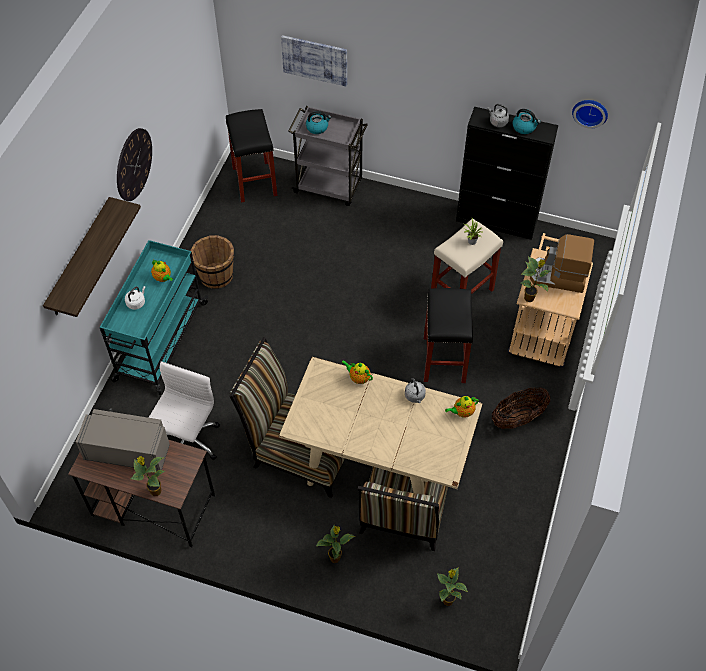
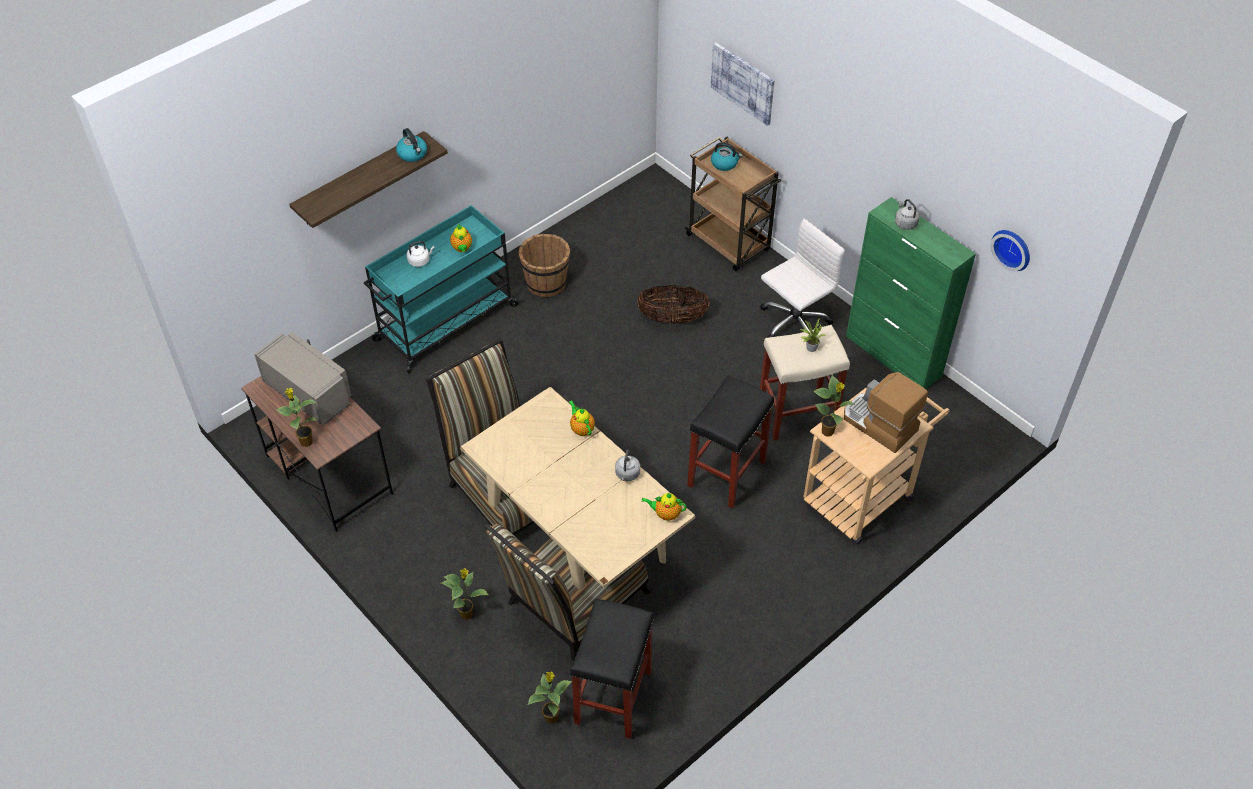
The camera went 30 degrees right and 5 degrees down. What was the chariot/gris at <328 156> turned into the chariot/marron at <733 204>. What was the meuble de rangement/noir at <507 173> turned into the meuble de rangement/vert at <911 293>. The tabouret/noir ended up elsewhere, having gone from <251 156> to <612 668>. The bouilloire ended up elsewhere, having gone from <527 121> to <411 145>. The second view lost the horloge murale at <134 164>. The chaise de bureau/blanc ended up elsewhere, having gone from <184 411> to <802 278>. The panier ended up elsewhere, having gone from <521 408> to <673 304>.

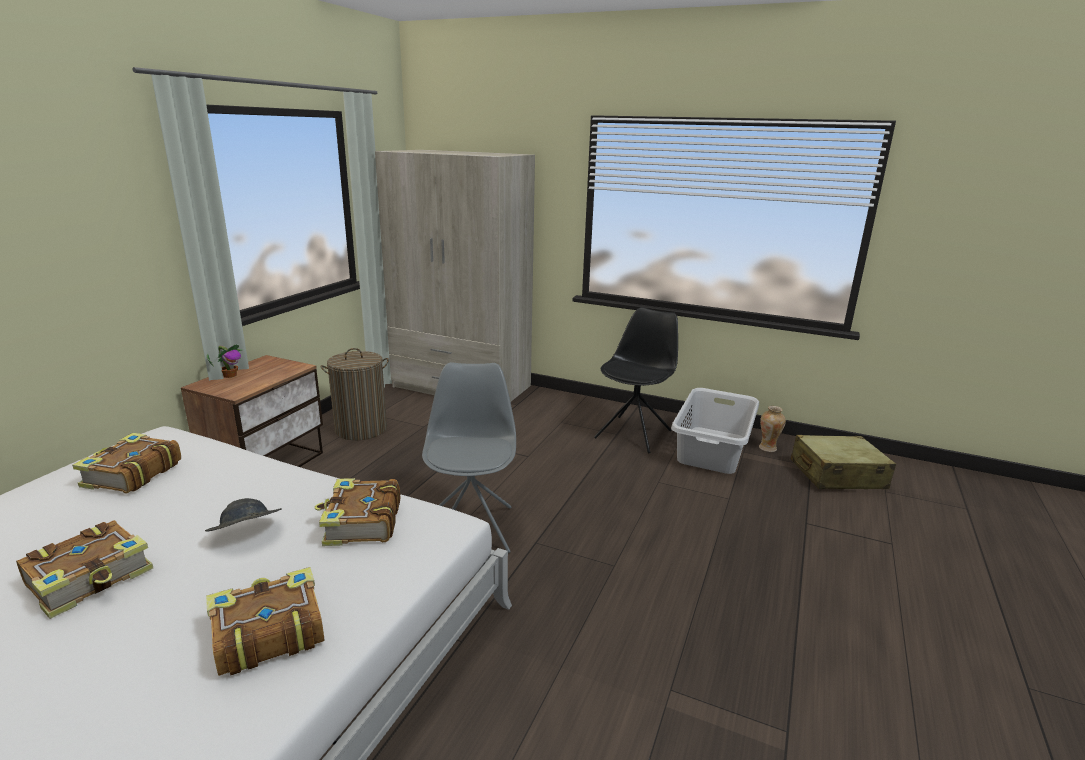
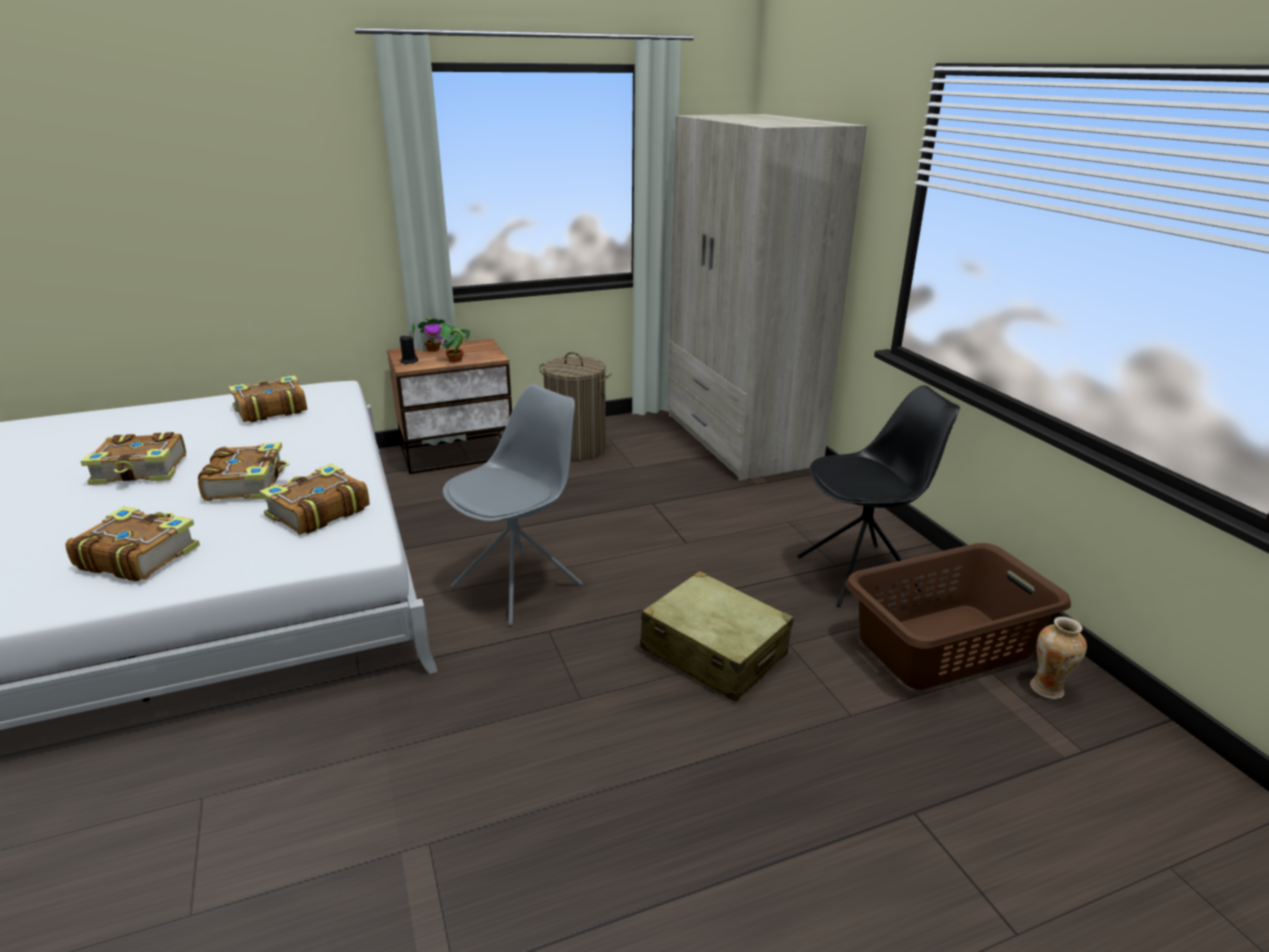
The camera went 45 degrees right and 5 degrees up. What was the panier à linge/gris at <715 431> turned into the panier à linge/marron at <958 616>. The valise/beige ended up elsewhere, having gone from <843 462> to <716 636>. Where the chapeau/gris stood at <243 515>, the livre came to stand at <243 471>. The second view gained the plante en pot at <454 342>. The second view gained the bougie/noir at <409 350>.

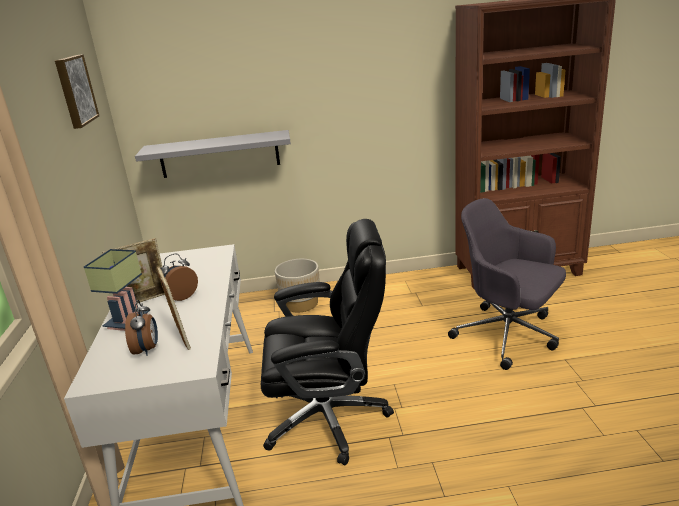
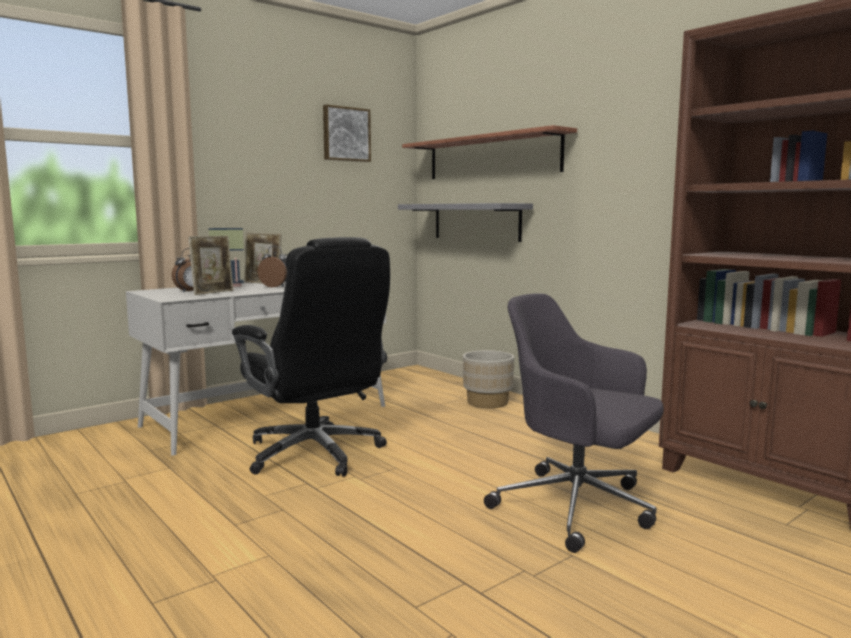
The camera went 55 degrees right and 15 degrees down. The chaise de bureau/gris at <507 284> ended up facing another way, 60 degrees counterclockwise from before. The second view gained the étagère at <489 152>.

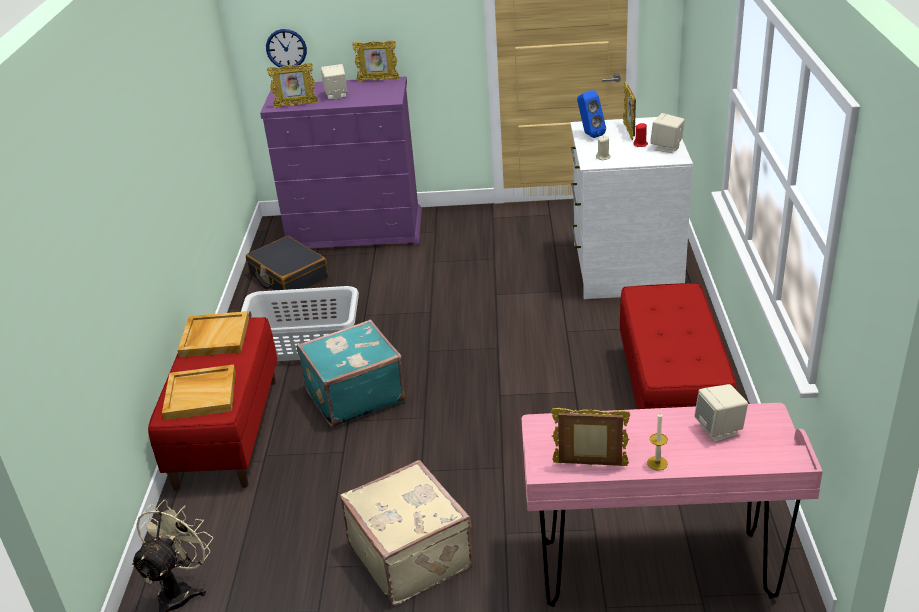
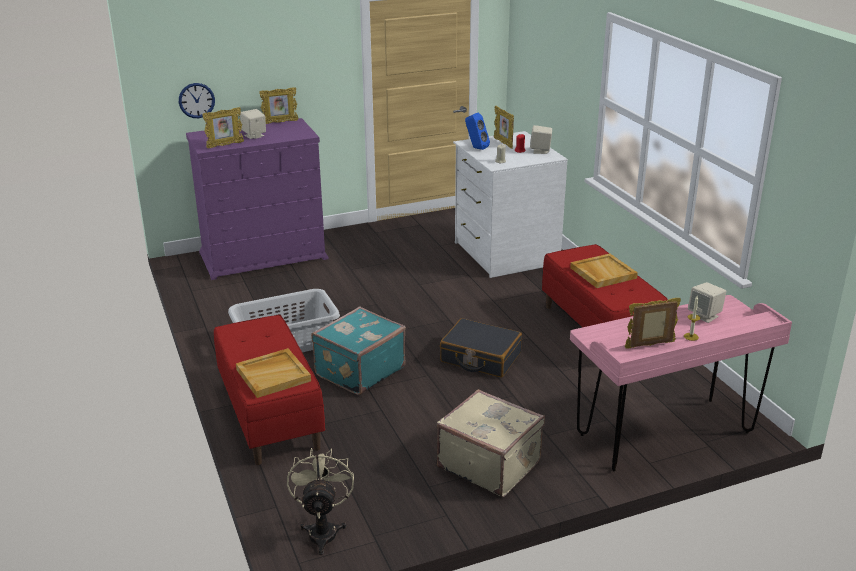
The camera went 25 degrees left and 5 degrees down. The valise/noir ended up elsewhere, having gone from <287 263> to <481 348>. The plateau/beige ended up elsewhere, having gone from <213 334> to <604 270>.

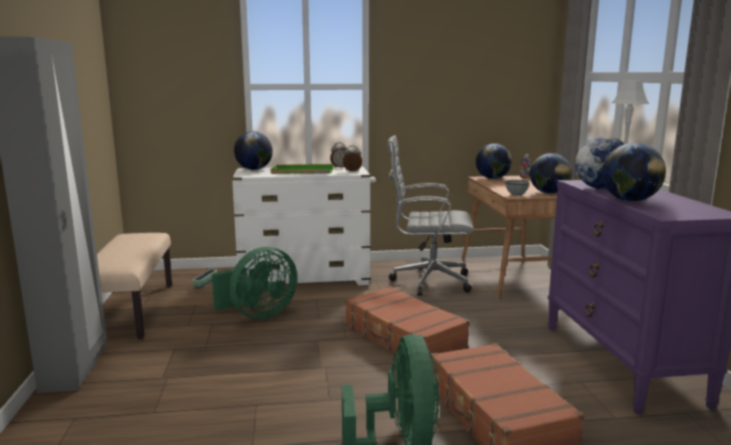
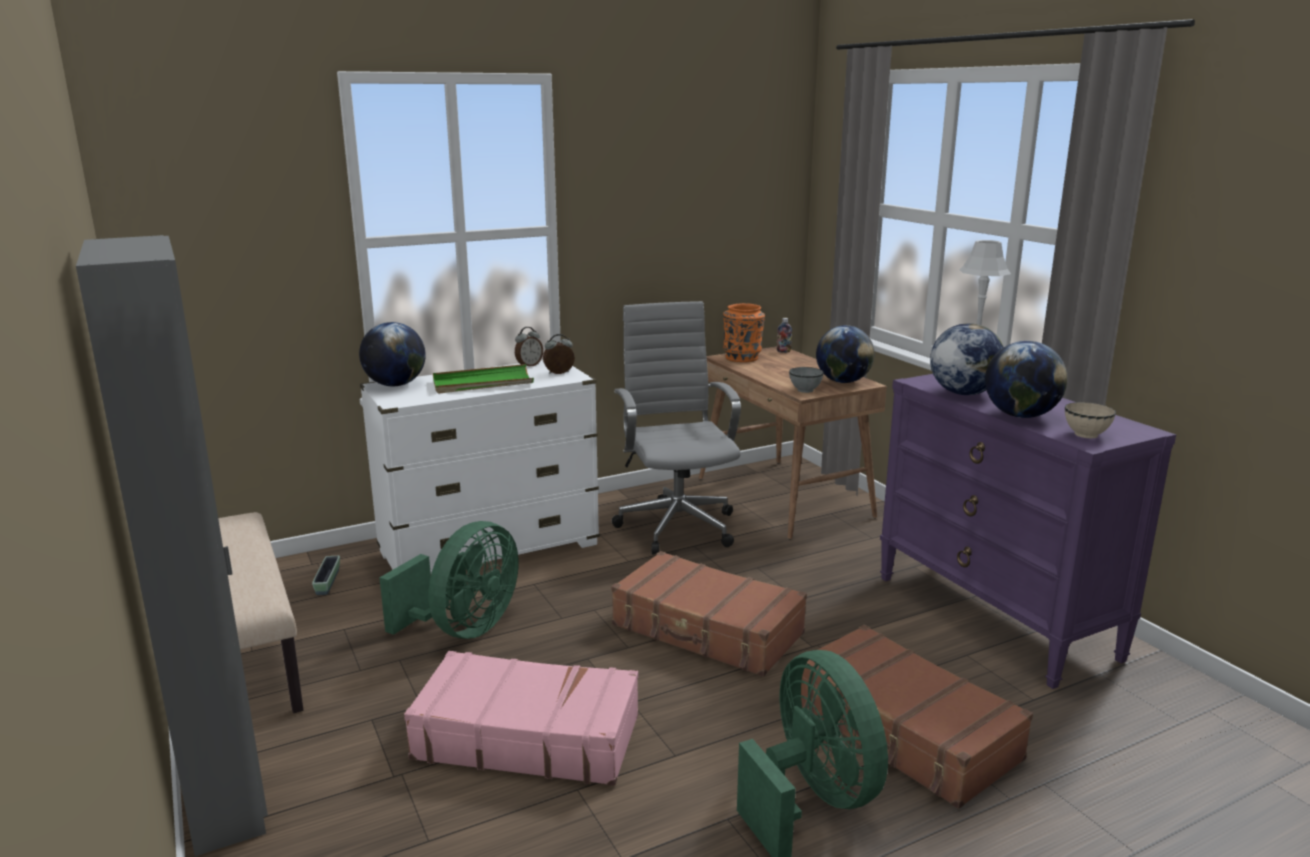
The camera went 20 degrees left and 5 degrees up. The chaise de bureau/gris at <430 215> ended up facing another way, 90 degrees clockwise from before. Where the globe stood at <494 161>, the vase/orange came to stand at <744 332>. The second view gained the bol/beige at <1090 420>. The second view gained the valise/rose at <521 718>.

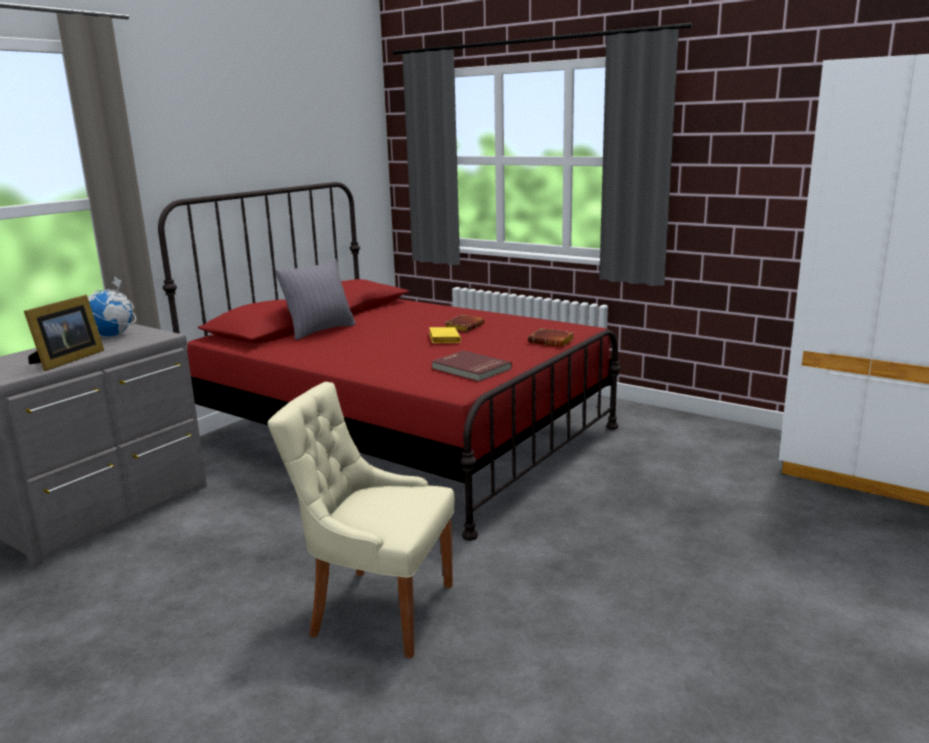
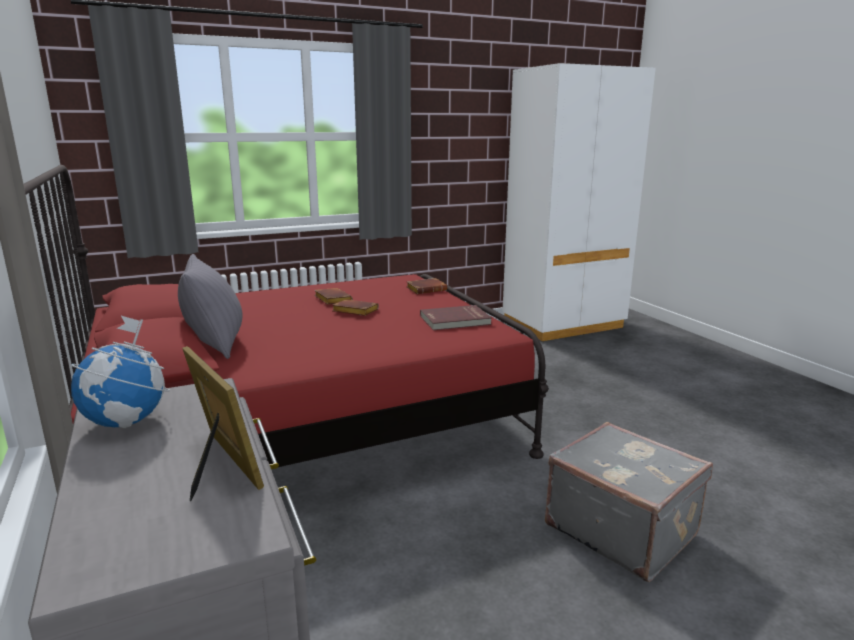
The camera went 60 degrees left and 0 degrees up. What was the livre/jaune at <445 335> turned into the livre/marron at <355 307>. Where the chaise/beige stood at <361 520>, the valise/gris came to stand at <629 502>.

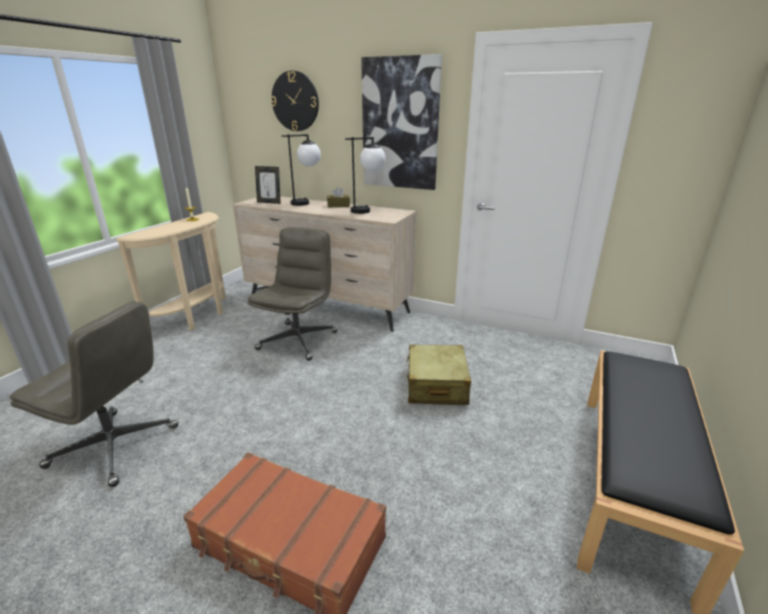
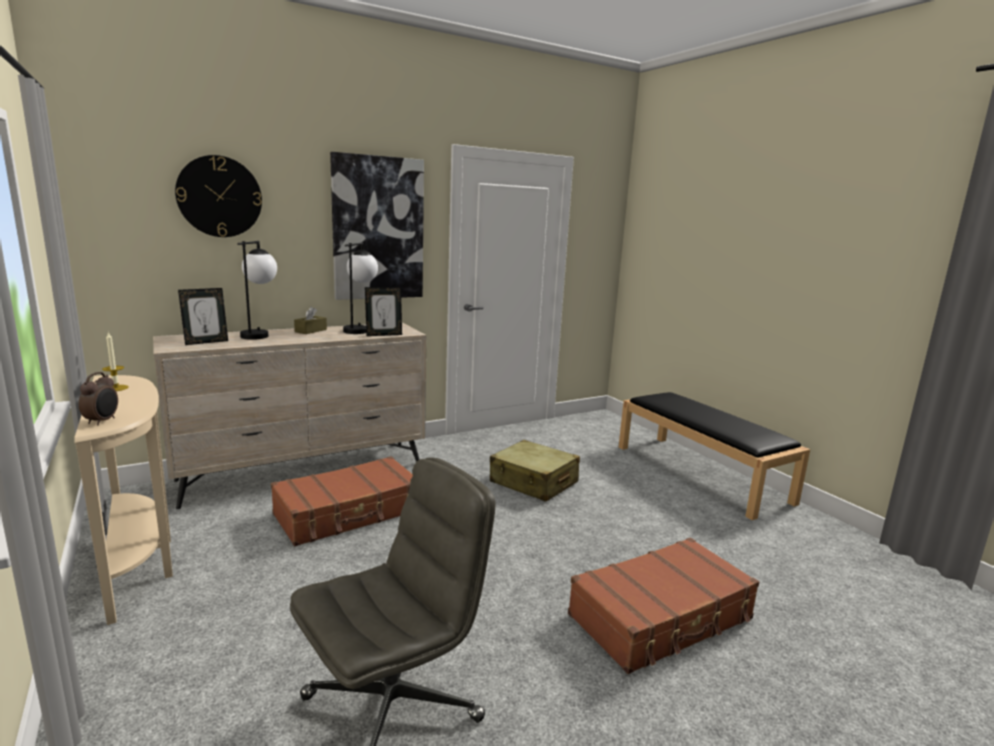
The camera went 55 degrees left and 10 degrees down. Where the chaise de bureau/gris stood at <293 294>, the valise/marron came to stand at <342 501>. The second view gained the cadre photo at <383 311>. The second view gained the réveil at <98 399>.

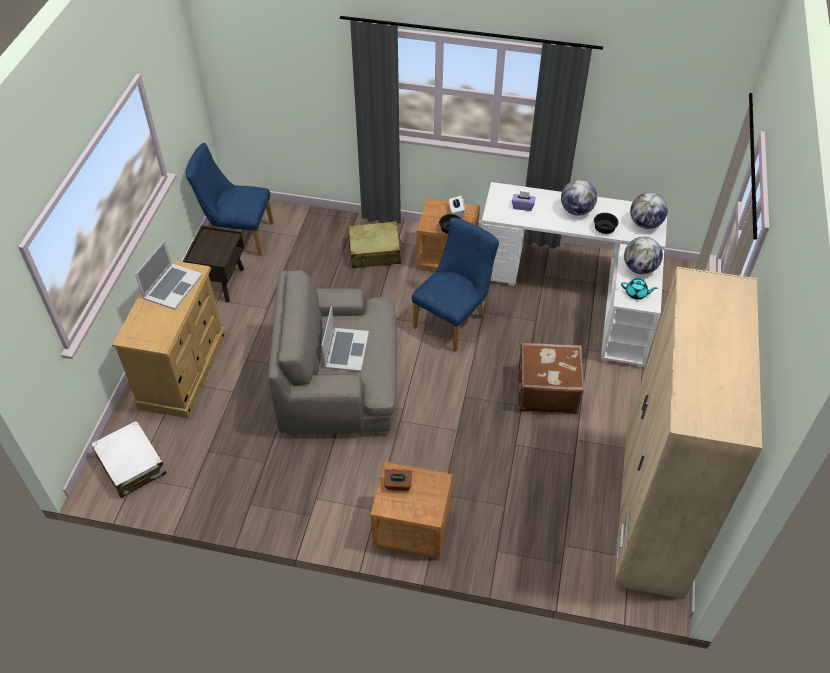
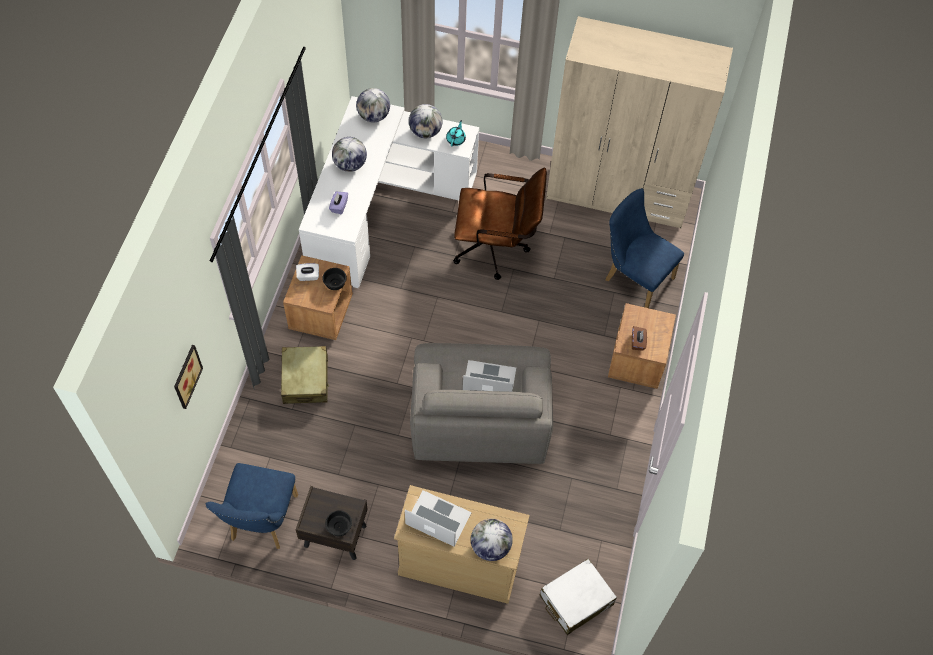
The camera went 90 degrees left and 10 degrees up. The bol/noir ended up elsewhere, having gone from <606 223> to <338 523>. The chaise/bleu ended up elsewhere, having gone from <455 285> to <644 248>. Where the valise/marron stood at <551 378>, the chaise de bureau/marron came to stand at <500 224>. The second view gained the tableau at <188 377>. The second view gained the globe at <492 539>.

